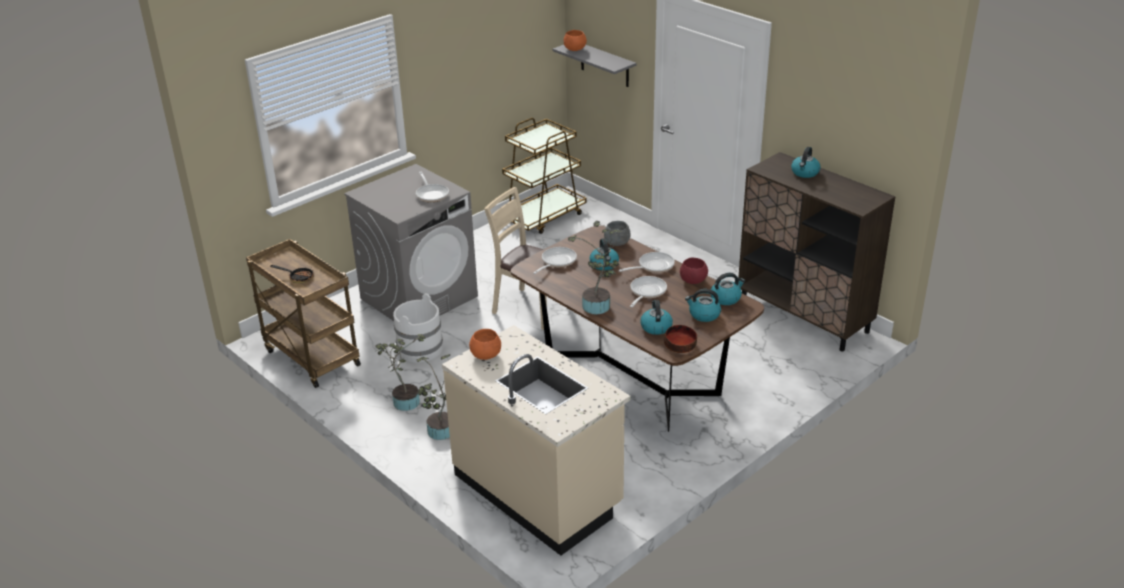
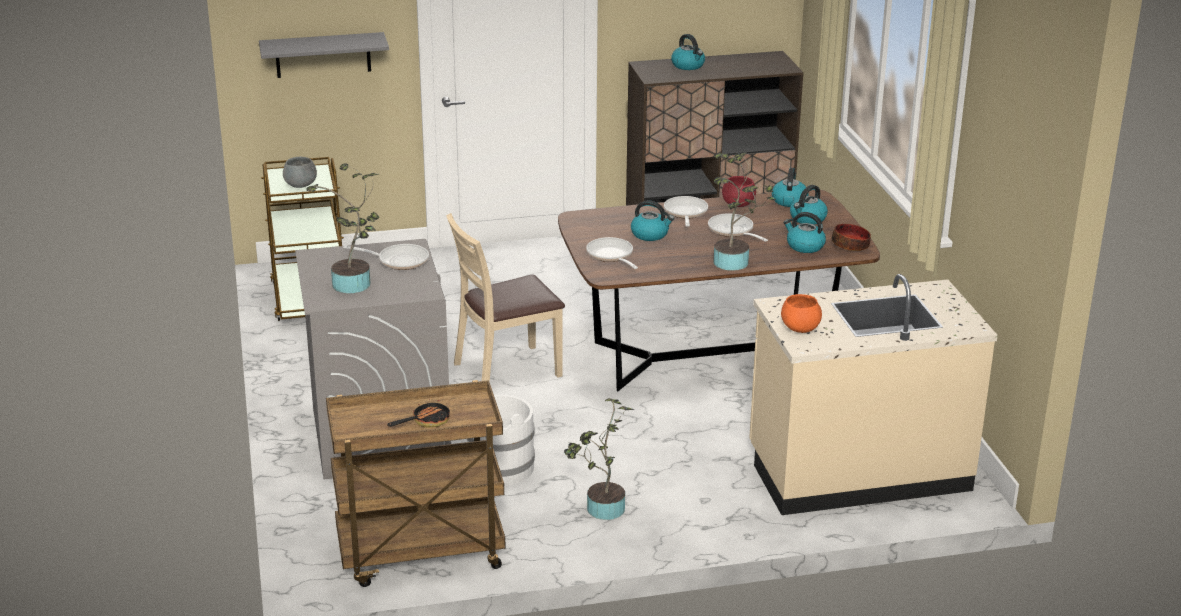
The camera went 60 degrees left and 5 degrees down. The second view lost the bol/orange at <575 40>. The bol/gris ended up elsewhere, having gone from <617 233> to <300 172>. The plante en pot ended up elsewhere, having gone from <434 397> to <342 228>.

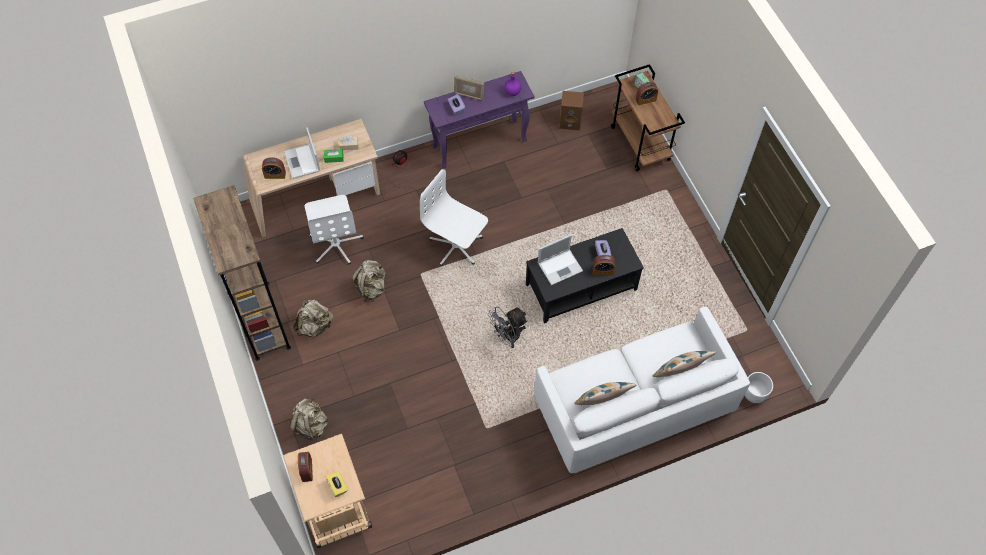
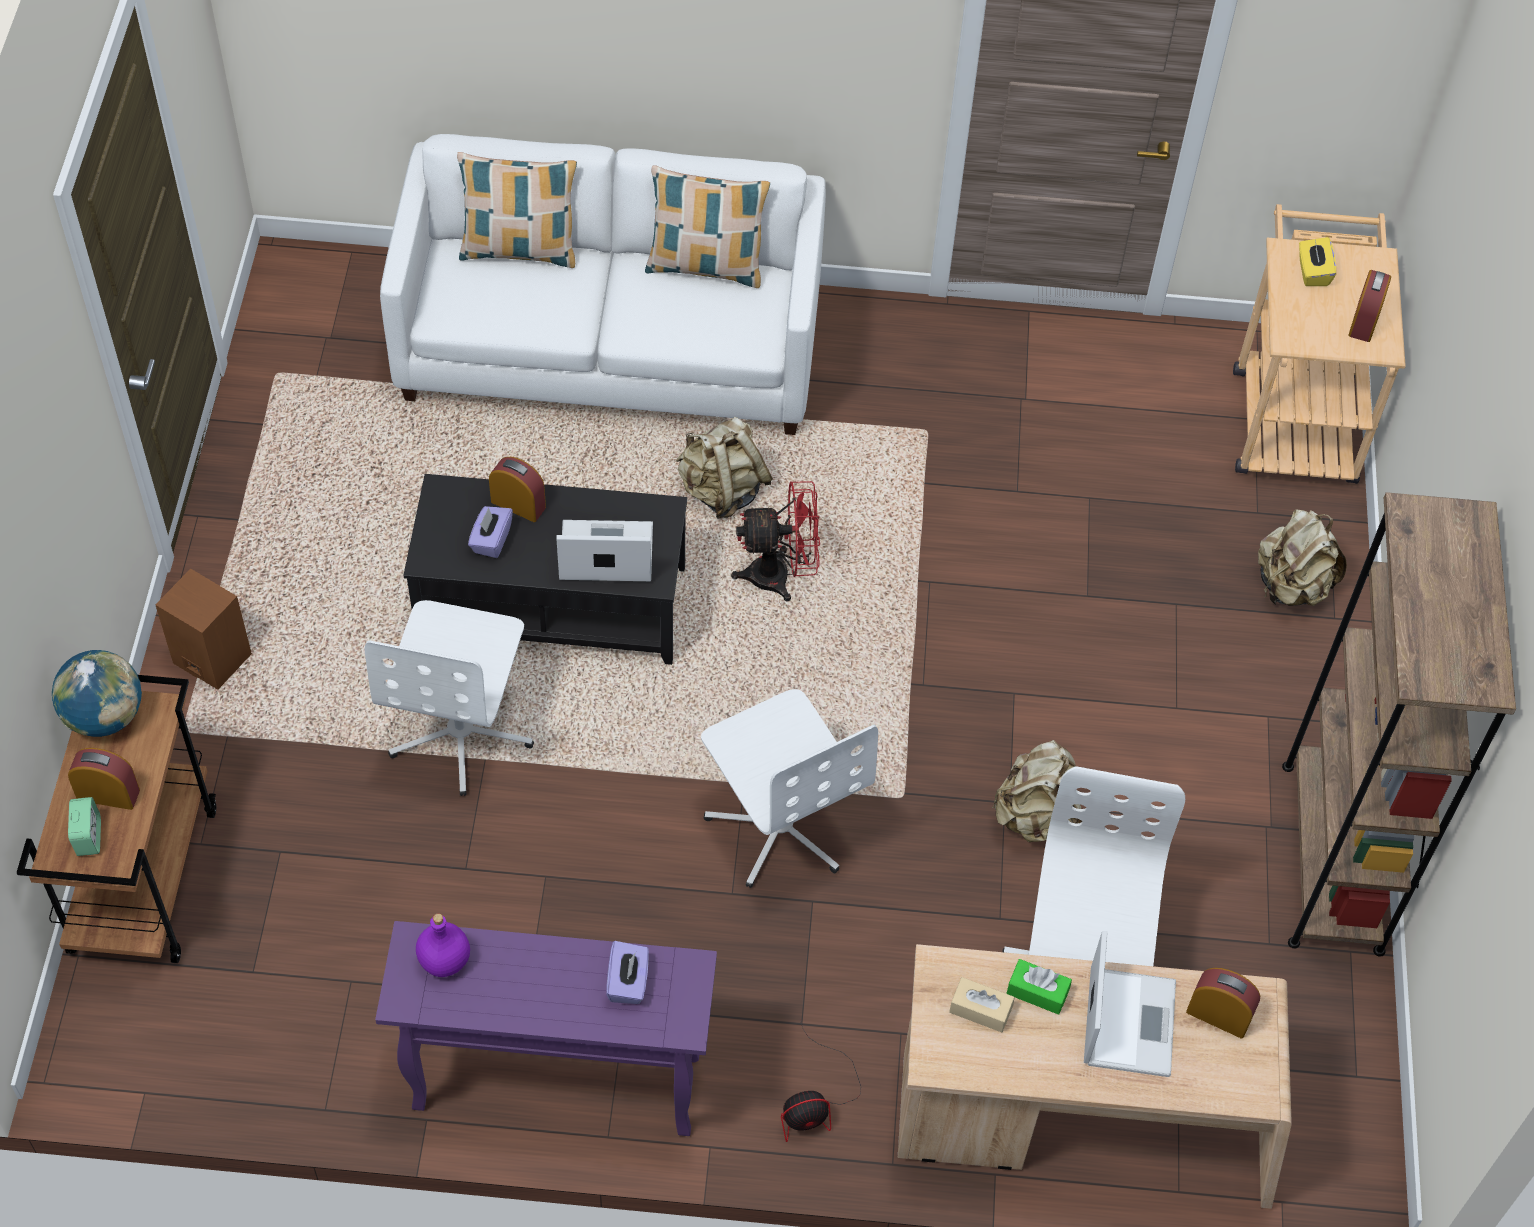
The camera went 155 degrees left and 5 degrees down. The second view lost the cadre photo at <469 88>. The enceinte/marron ended up elsewhere, having gone from <571 111> to <203 629>. The sac à dos/beige ended up elsewhere, having gone from <313 318> to <724 468>. What was the ventilateur/gris at <507 327> turned into the ventilateur/rouge at <775 541>. The second view lost the cache-pot/blanc at <759 387>. The second view gained the chaise de bureau/blanc at <449 698>. The second view gained the globe at <97 693>.

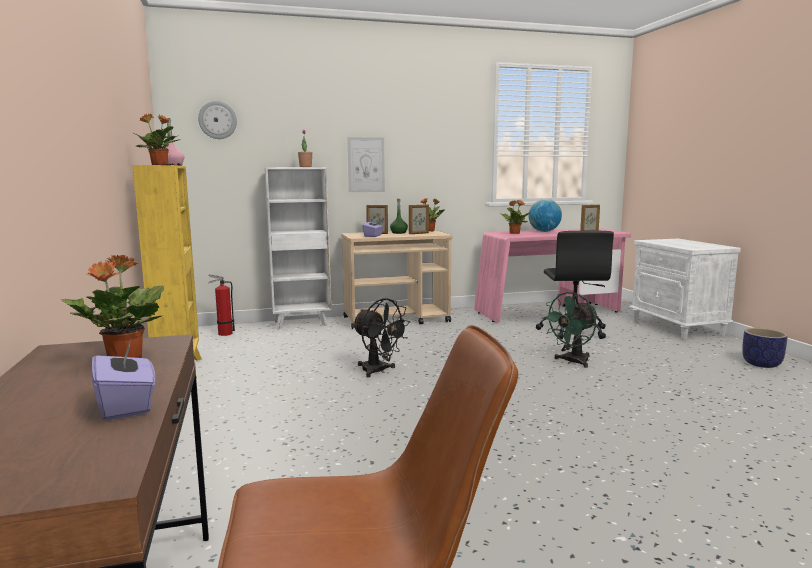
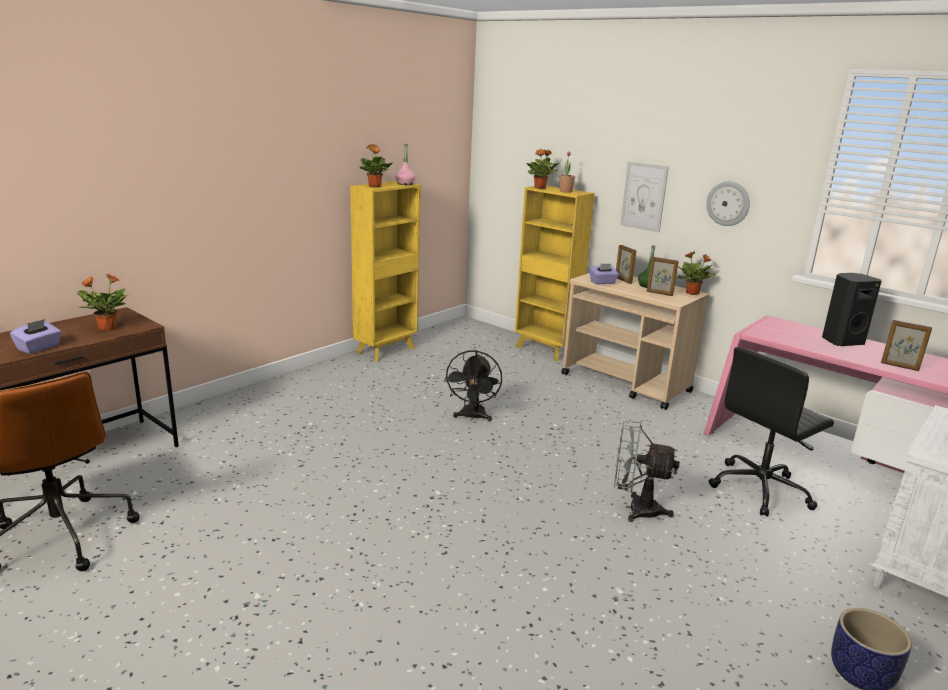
The camera went 55 degrees right and 10 degrees up. The horloge murale ended up elsewhere, having gone from <217 120> to <728 204>. What was the bibliothèque/blanc at <298 248> turned into the bibliothèque/jaune at <555 273>. Where the globe stood at <545 215>, the enceinte/noir came to stand at <851 309>. The plante en pot ended up elsewhere, having gone from <514 217> to <543 169>. The second view lost the extincteur at <221 305>. What was the ventilateur/vert at <570 330> turned into the ventilateur/gris at <647 471>.

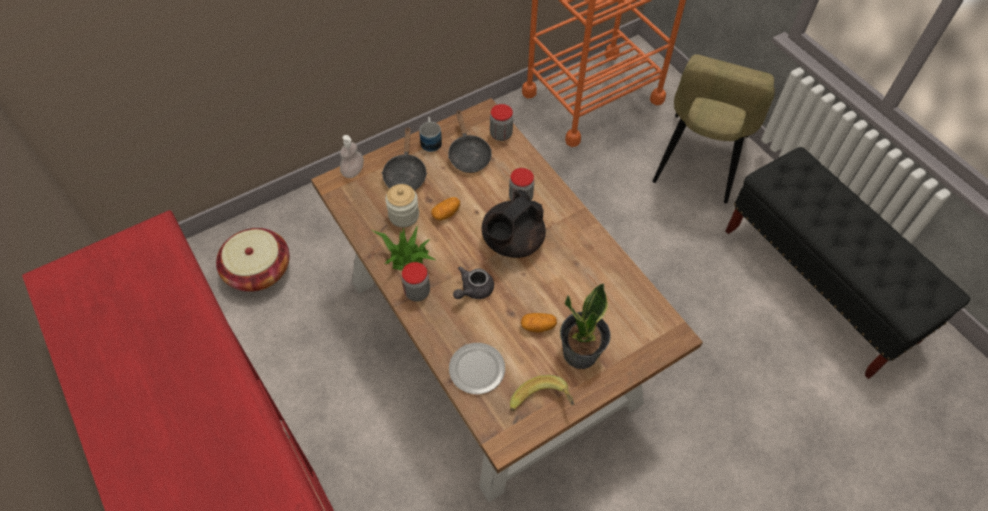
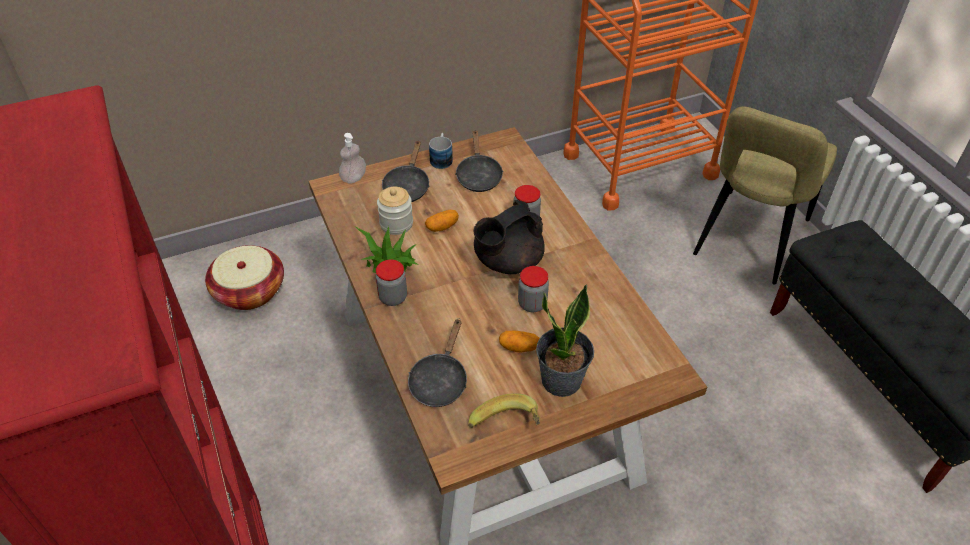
The camera went 10 degrees right and 10 degrees down. The bocal ended up elsewhere, having gone from <501 122> to <533 289>. The second view lost the théière/gris at <473 282>. Where the assiette stood at <477 368>, the poêle/noir came to stand at <437 362>.

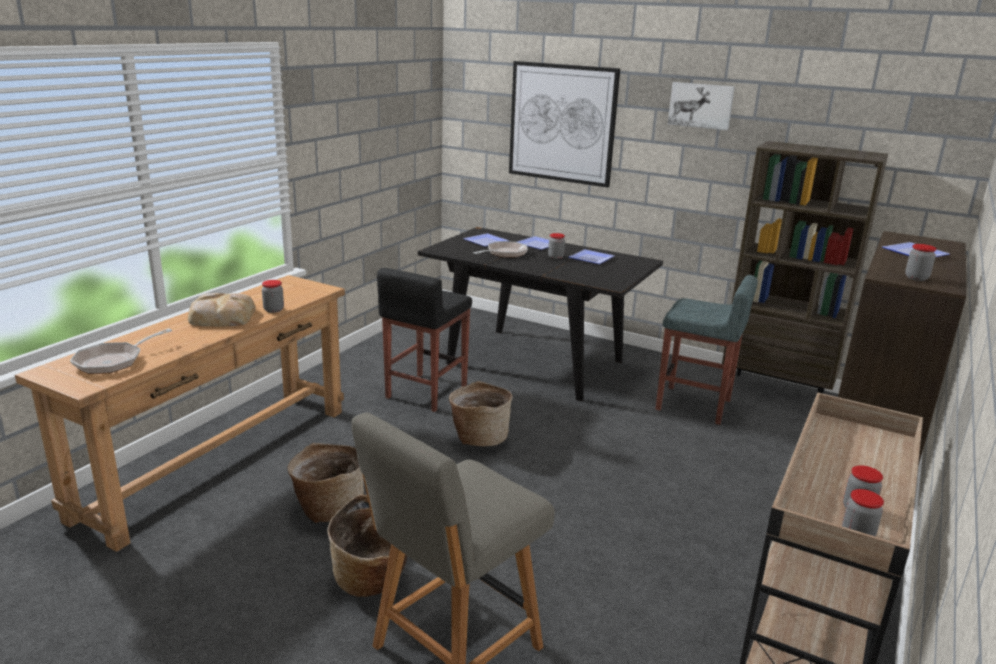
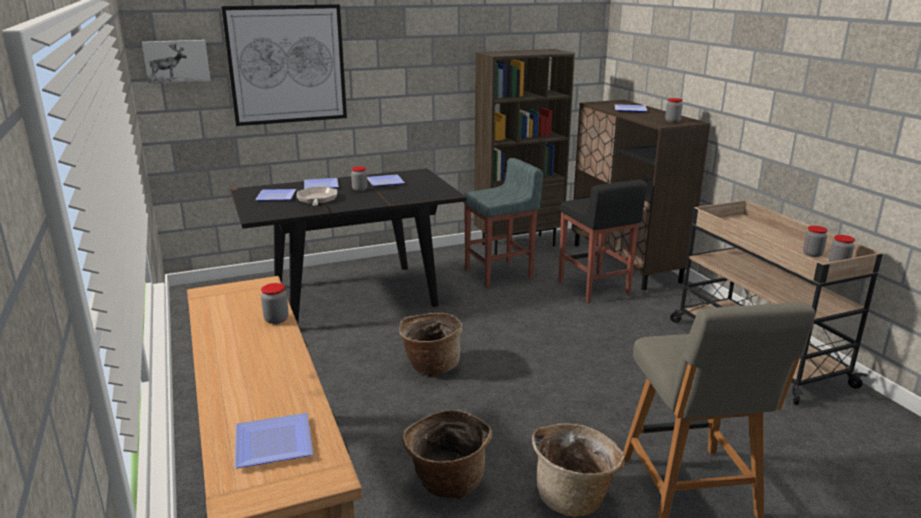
The camera went 50 degrees left and 0 degrees up. The tableau ended up elsewhere, having gone from <701 106> to <176 62>. The tabouret/noir ended up elsewhere, having gone from <424 340> to <603 241>. The second view lost the pain at <222 309>. Where the poêle stood at <121 351>, the assiette came to stand at <274 440>.

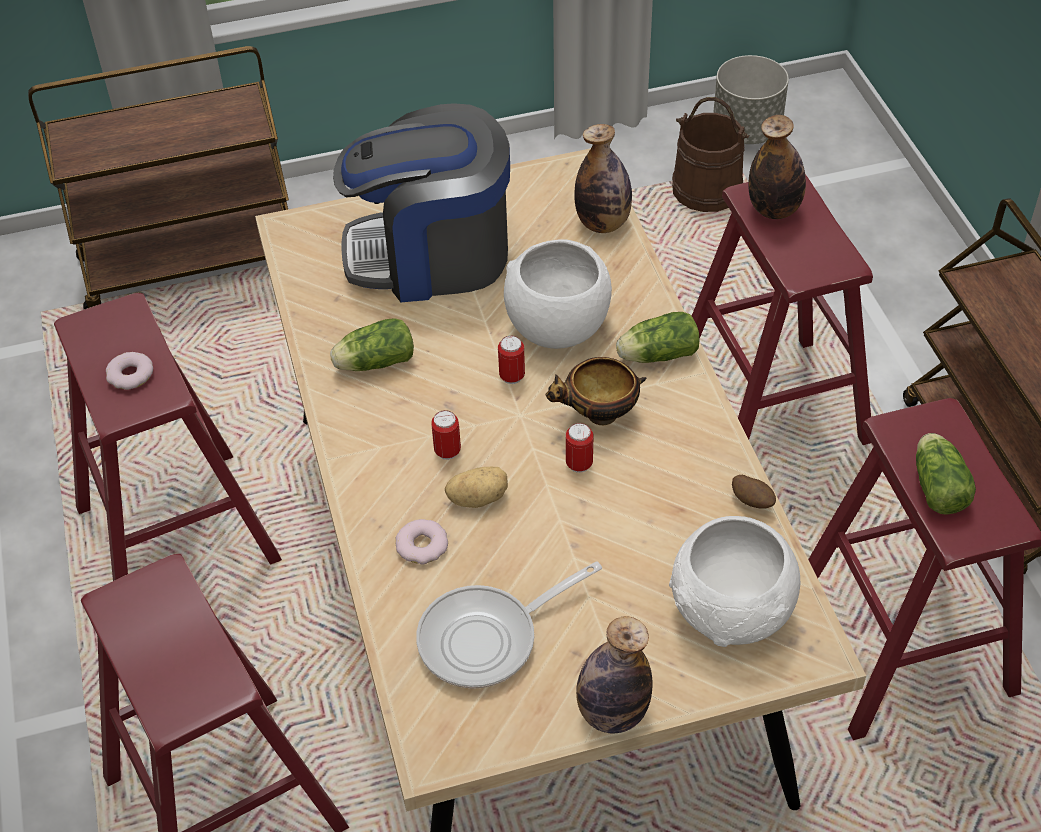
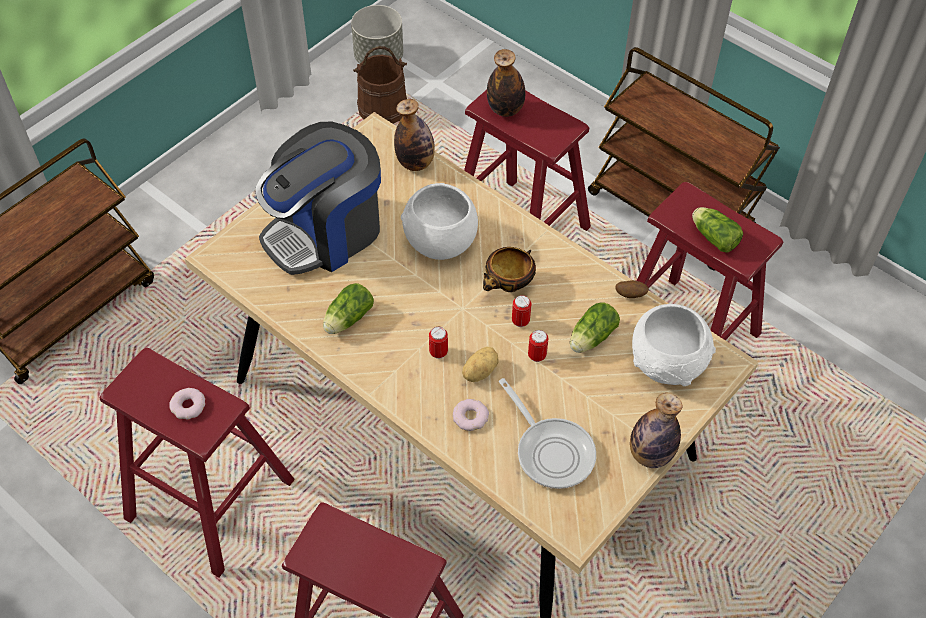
The camera went 35 degrees left and 5 degrees up. The laitue ended up elsewhere, having gone from <658 337> to <595 327>. The boîte métallique ended up elsewhere, having gone from <511 360> to <538 346>. The poêle at <509 625> ended up facing another way, 60 degrees counterclockwise from before.

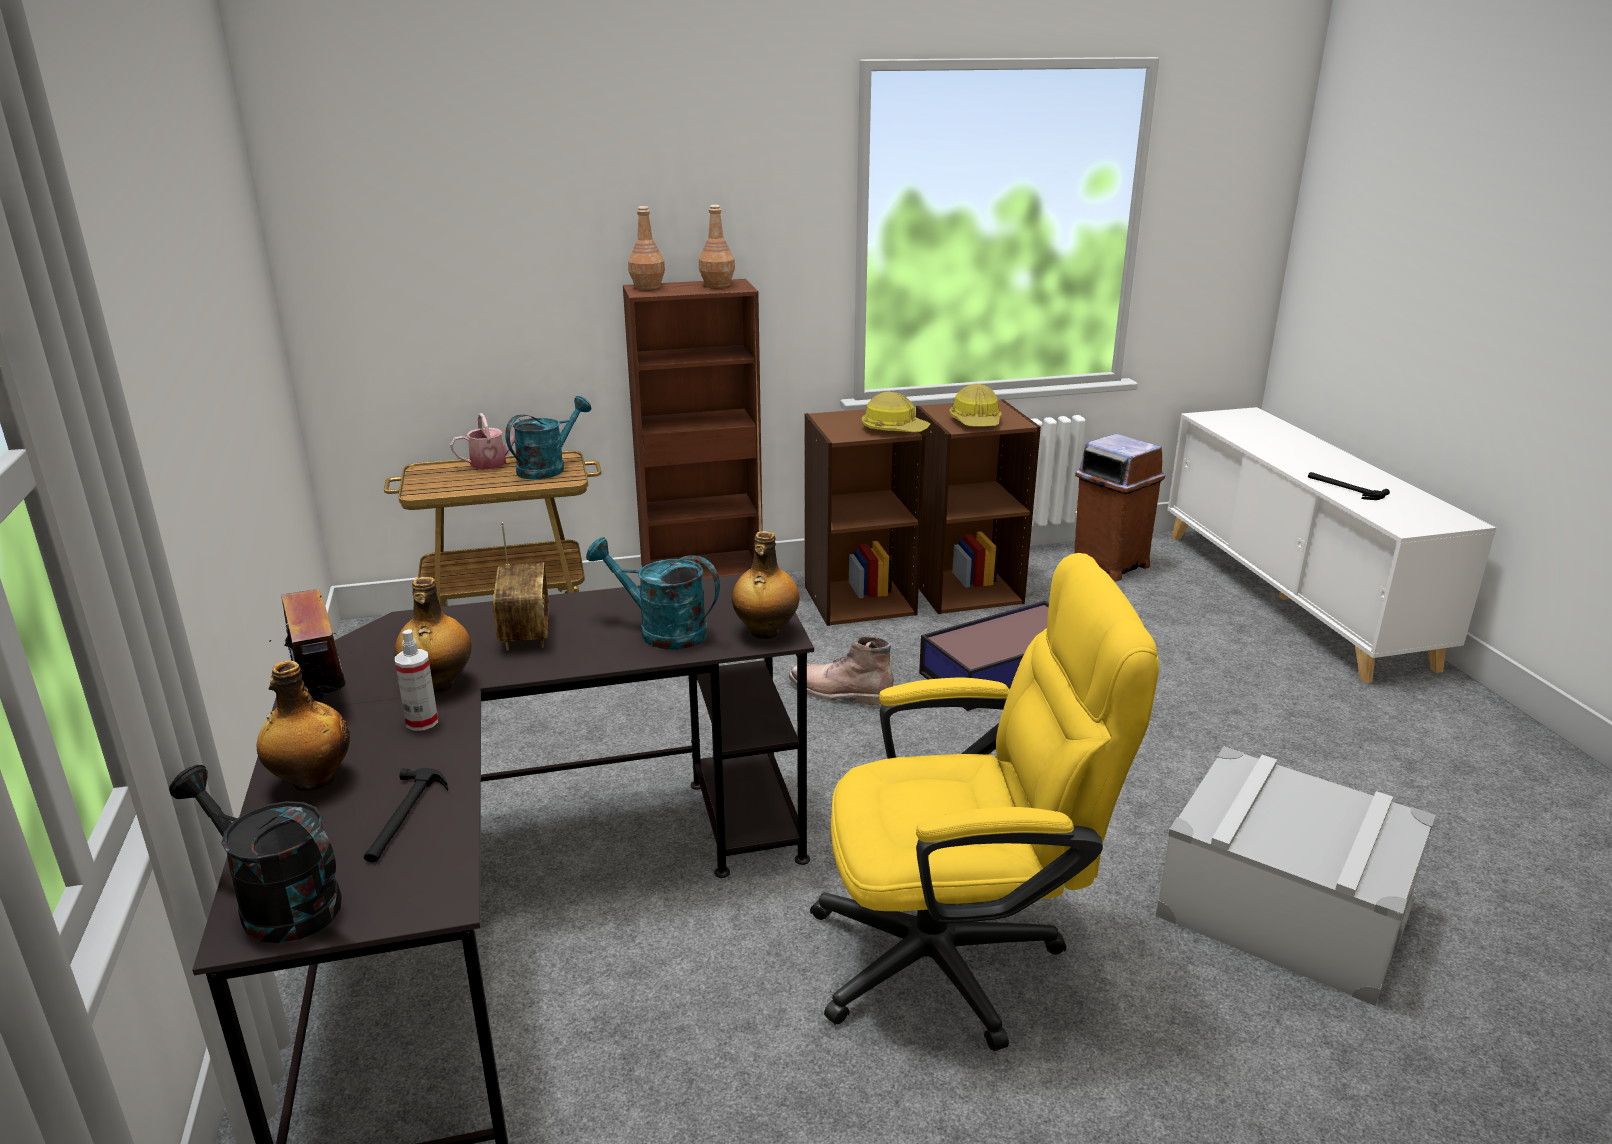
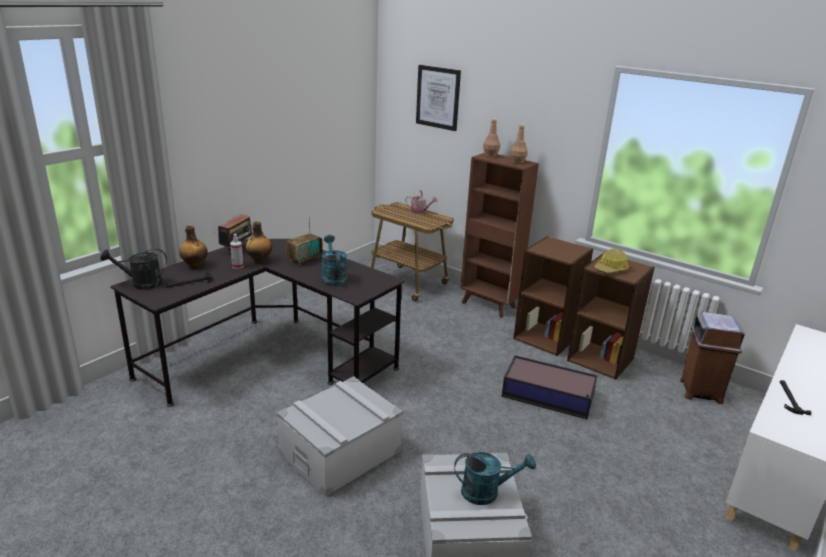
The camera went 50 degrees right and 0 degrees up. The second view lost the casque de chantier at <896 412>. The arrosoir/turquoise ended up elsewhere, having gone from <548 438> to <495 478>. The second view lost the bouteille at <766 585>. Where the chaise de bureau/jaune stood at <984 802>, the boîte de rangement/gris came to stand at <340 436>. The second view lost the botte/marron at <841 671>. The arrosoir/noir at <255 854> ended up facing another way, 90 degrees counterclockwise from before. The second view gained the tableau at <438 98>.

